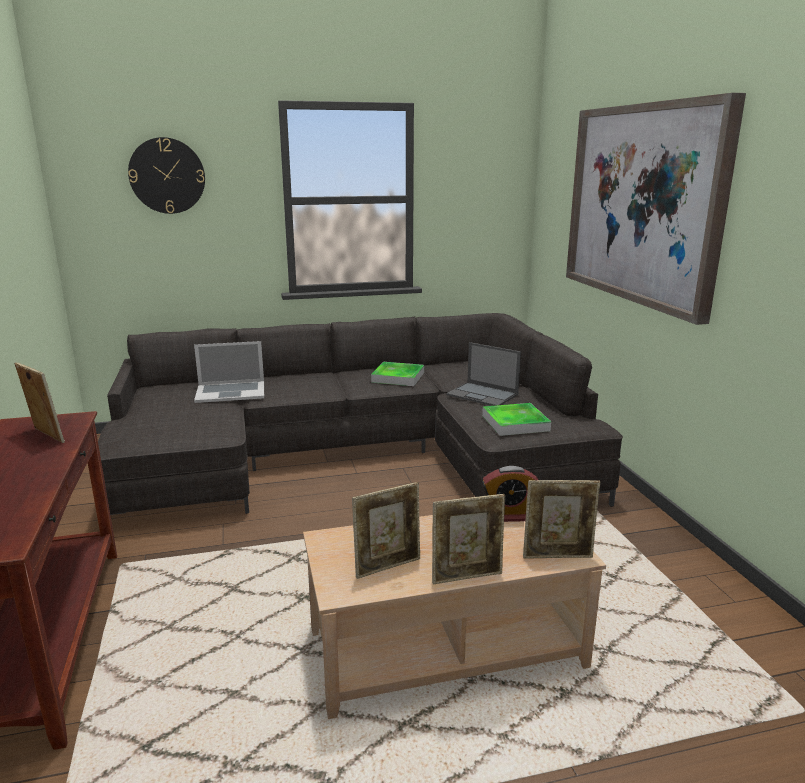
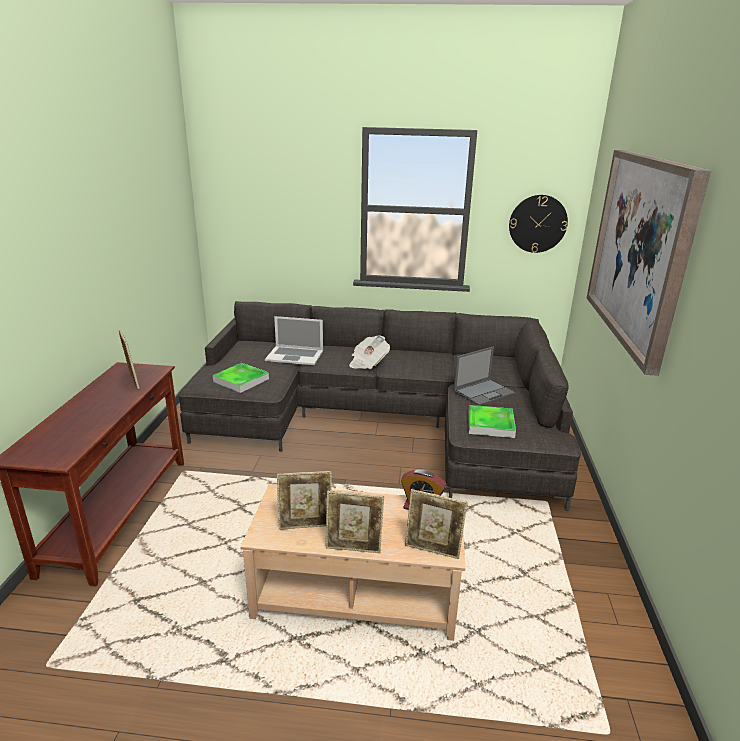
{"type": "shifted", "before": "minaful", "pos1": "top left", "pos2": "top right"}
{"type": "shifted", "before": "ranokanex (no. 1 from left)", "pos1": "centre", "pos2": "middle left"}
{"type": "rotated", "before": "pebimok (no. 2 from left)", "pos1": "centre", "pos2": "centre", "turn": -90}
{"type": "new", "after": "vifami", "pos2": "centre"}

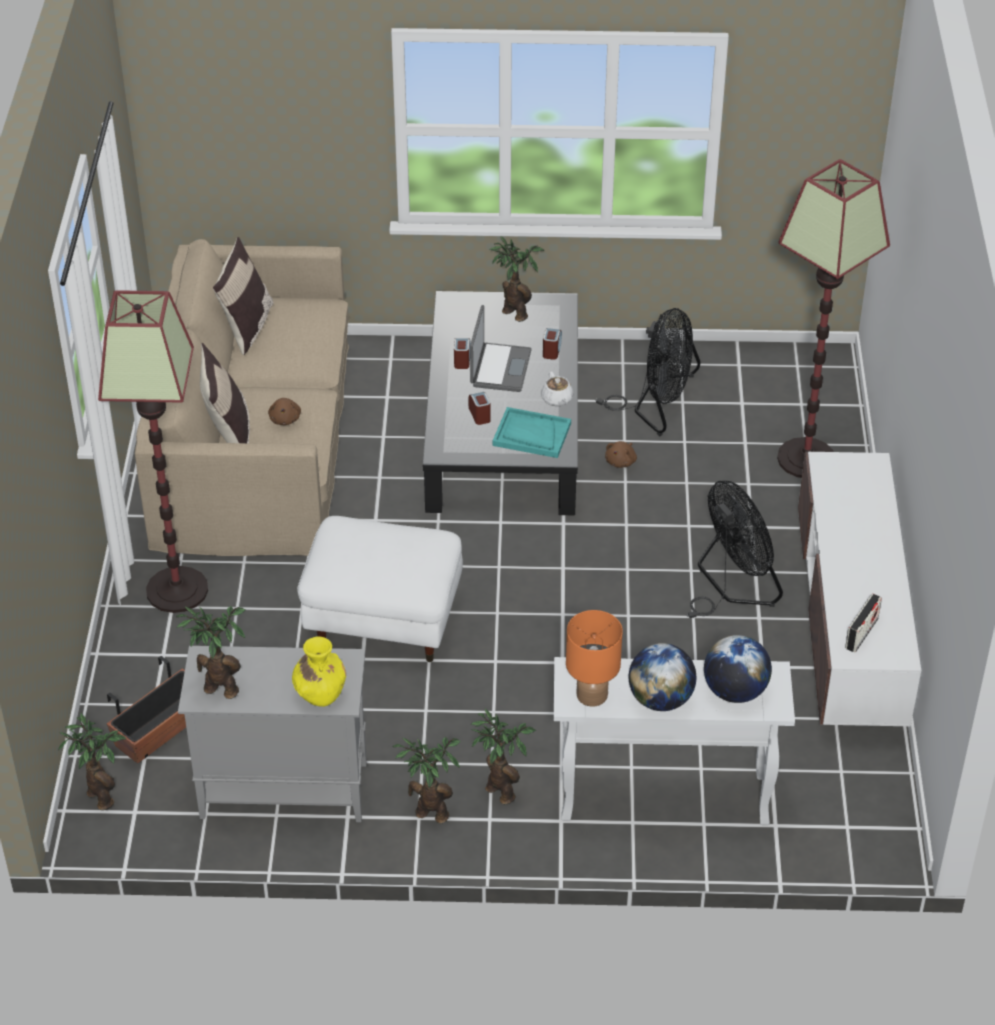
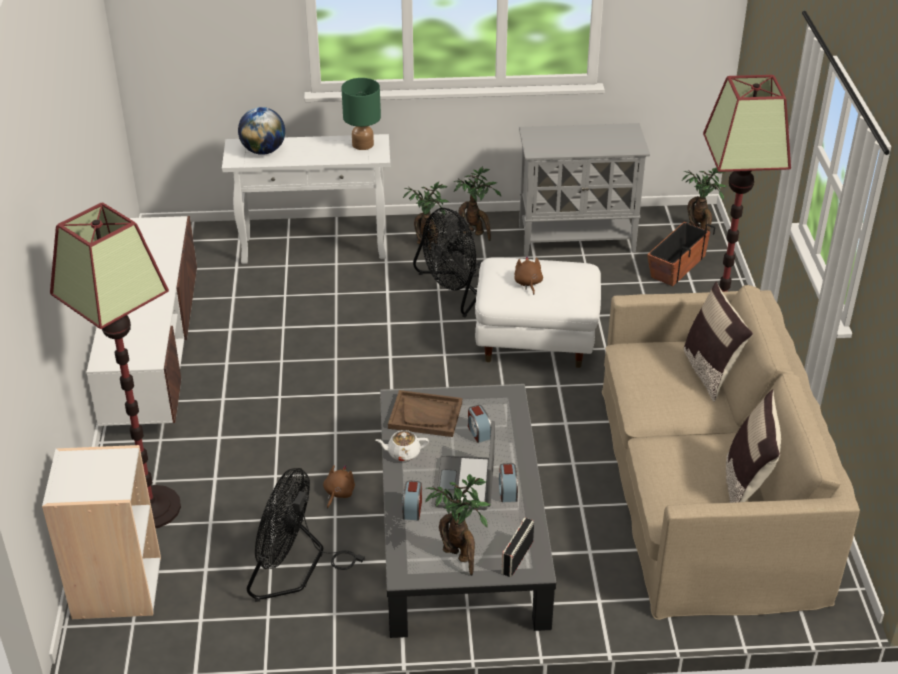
{"type": "gone", "before": "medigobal (no. 2 from left)", "pos1": "middle left"}
{"type": "shifted", "before": "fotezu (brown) (no. 1 from left in the first image)", "after": "fotezu (brown) (no. 2 from left)", "pos1": "middle left", "pos2": "centre"}
{"type": "gone", "before": "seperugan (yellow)", "pos1": "middle left"}
{"type": "repainted", "before": "ranokanex (turquoise)", "after": "ranokanex (brown)", "pos1": "centre", "pos2": "centre"}
{"type": "rotated", "before": "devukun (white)", "pos1": "centre", "pos2": "centre", "turn": -75}
{"type": "repainted", "before": "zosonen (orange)", "after": "zosonen (green)", "pos1": "centre", "pos2": "top centre"}
{"type": "gone", "before": "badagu (no. 1 from left)", "pos1": "centre"}
{"type": "shifted", "before": "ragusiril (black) (no. 2 from left)", "pos1": "middle right", "pos2": "centre"}
{"type": "shifted", "before": "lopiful", "pos1": "middle right", "pos2": "bottom centre"}
{"type": "new", "after": "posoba", "pos2": "bottom left"}

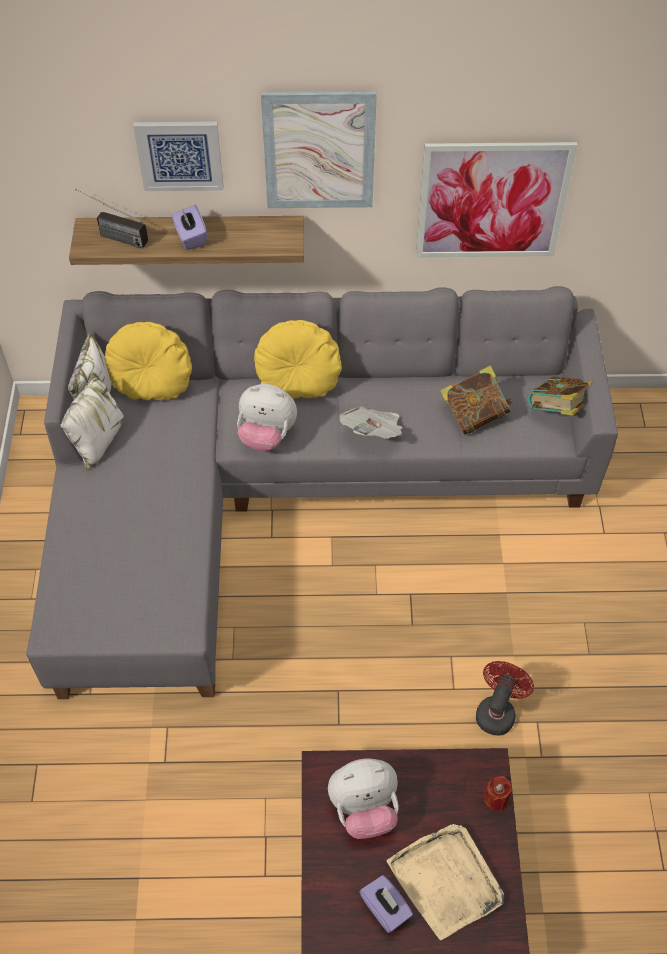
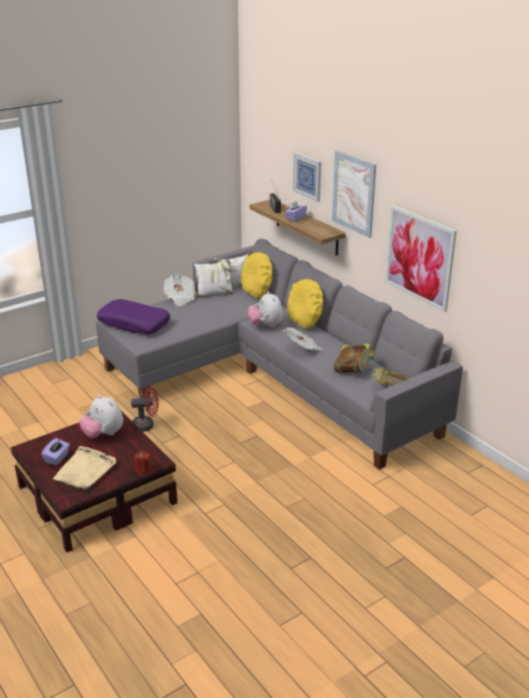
{"type": "shifted", "before": "ragusiril (red)", "pos1": "bottom right", "pos2": "middle left"}
{"type": "new", "after": "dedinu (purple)", "pos2": "middle left"}
{"type": "new", "after": "vifami (no. 1 from left)", "pos2": "centre"}

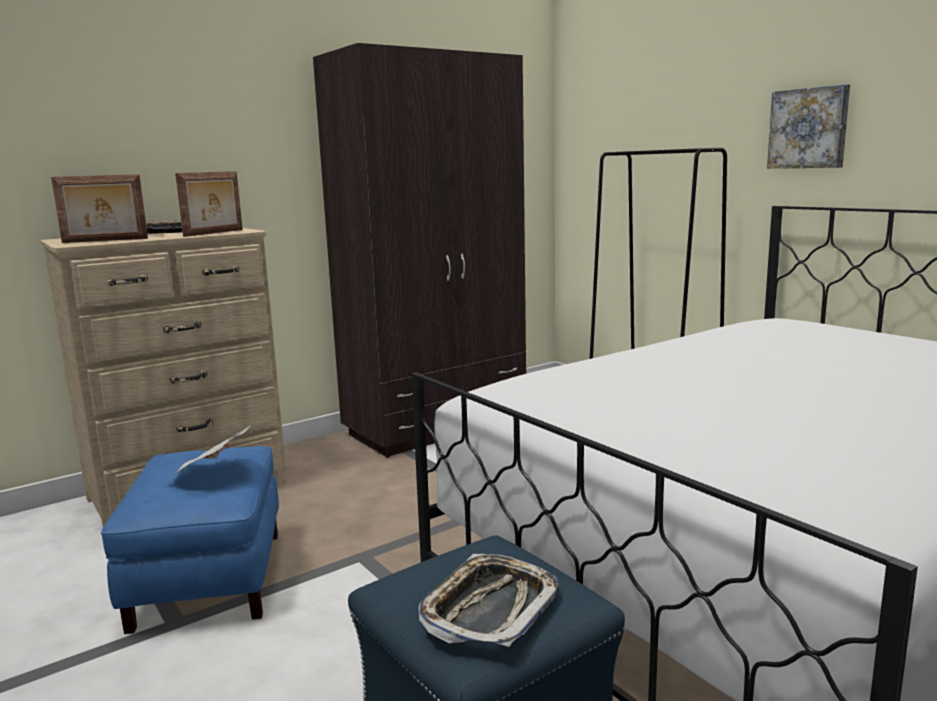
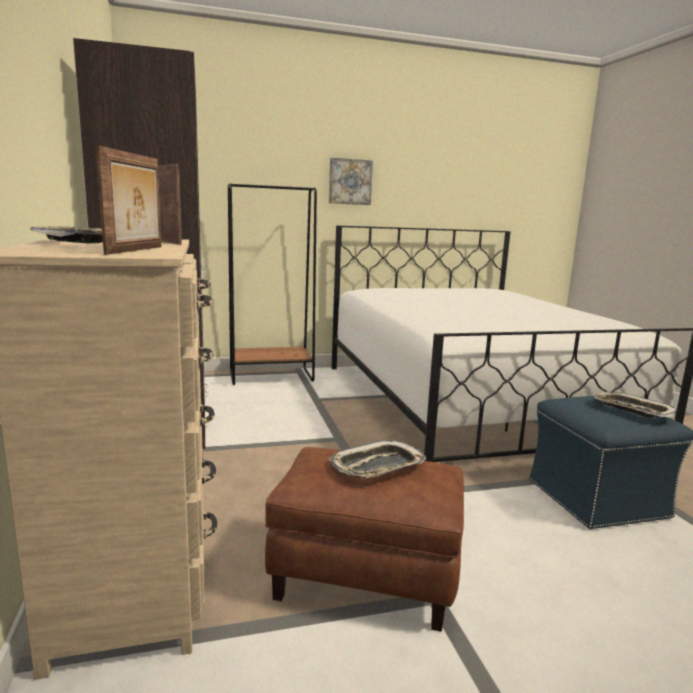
{"type": "repainted", "before": "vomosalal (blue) (no. 1 from left)", "after": "vomosalal (brown)", "pos1": "bottom left", "pos2": "bottom centre"}
{"type": "swapped", "before": "vifami", "after": "ranokanex (no. 2 from left)", "pos1": "middle left", "pos2": "centre"}

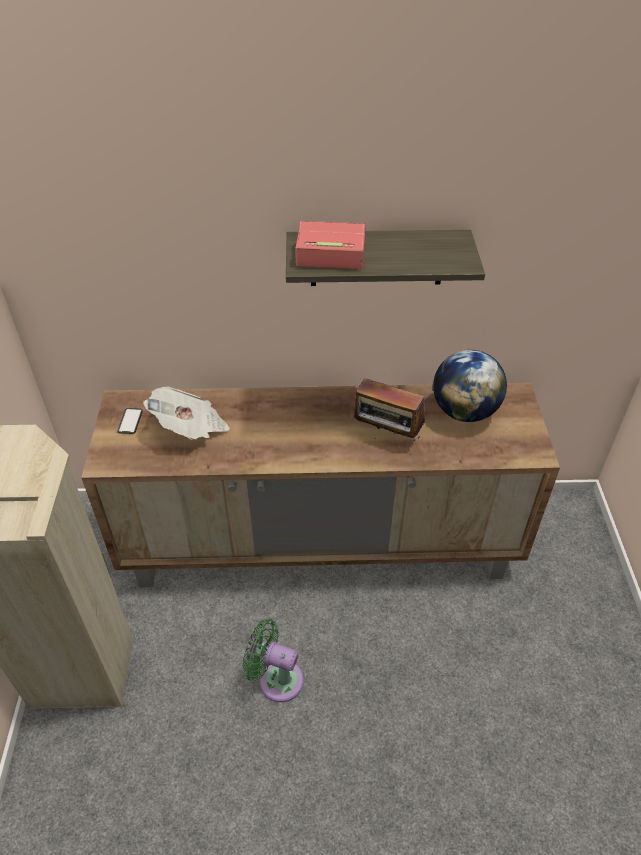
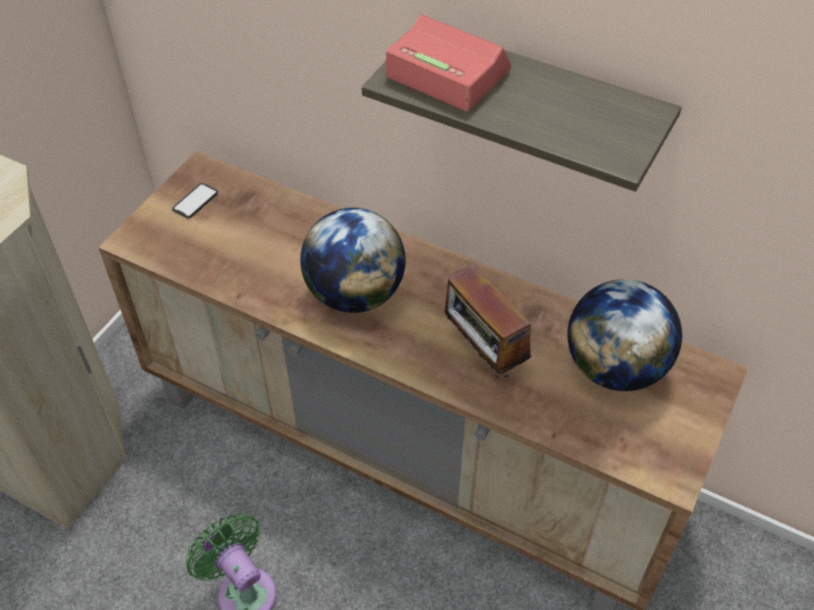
{"type": "gone", "before": "vifami", "pos1": "middle left"}
{"type": "new", "after": "badagu (no. 1 from left)", "pos2": "centre"}

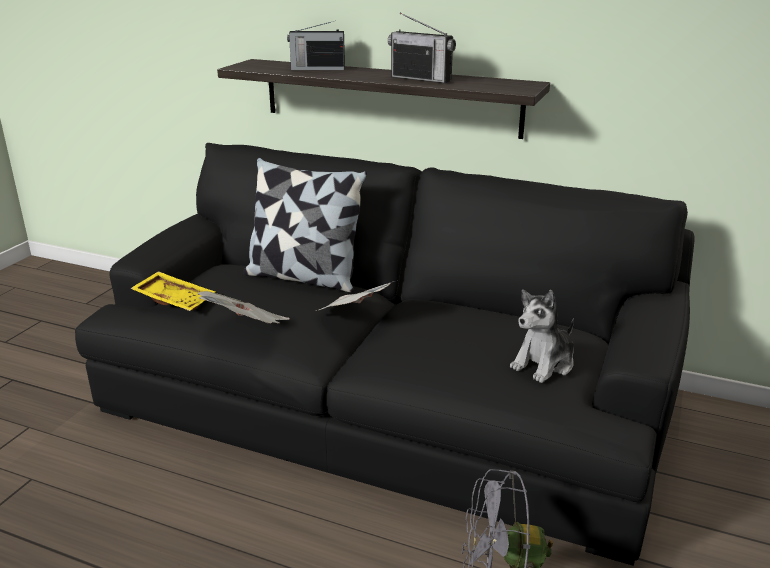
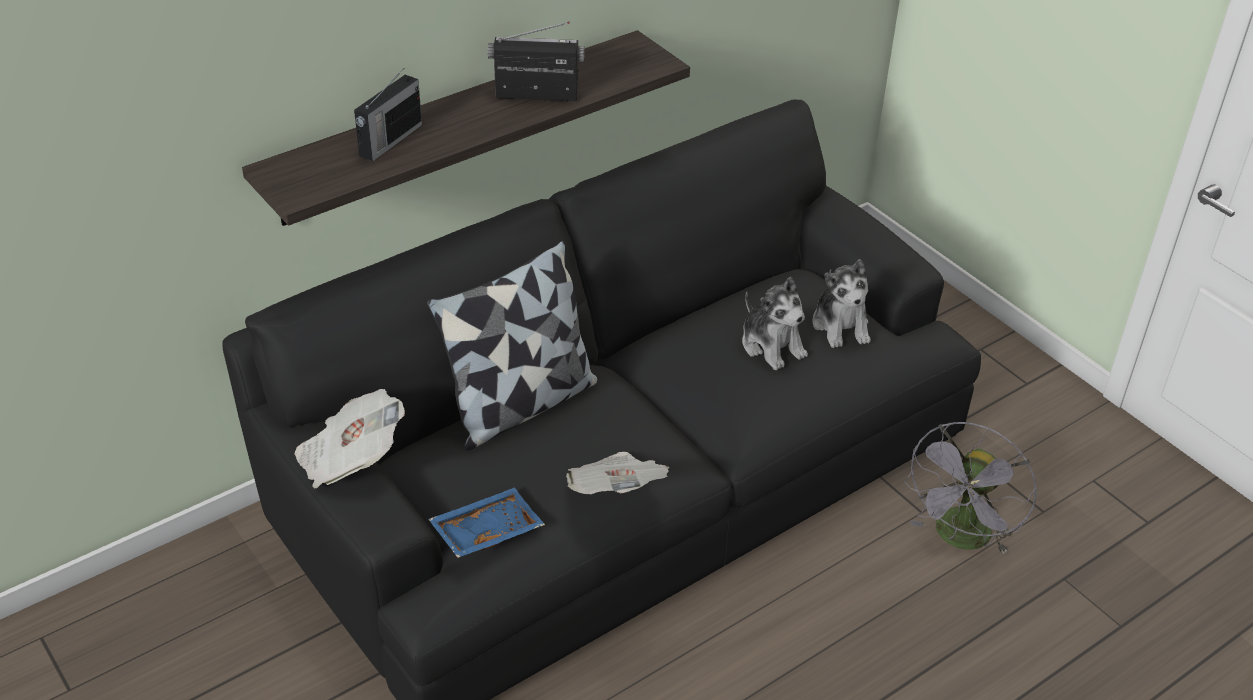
{"type": "repainted", "before": "ranokanex (yellow)", "after": "ranokanex (blue)", "pos1": "middle left", "pos2": "bottom centre"}
{"type": "shifted", "before": "vifami (no. 2 from left in the first image)", "after": "vifami (no. 1 from left)", "pos1": "centre", "pos2": "middle left"}
{"type": "rotated", "before": "lopiful (no. 2 from left)", "pos1": "top centre", "pos2": "top centre", "turn": -150}
{"type": "new", "after": "fotezu (no. 1 from left)", "pos2": "centre"}

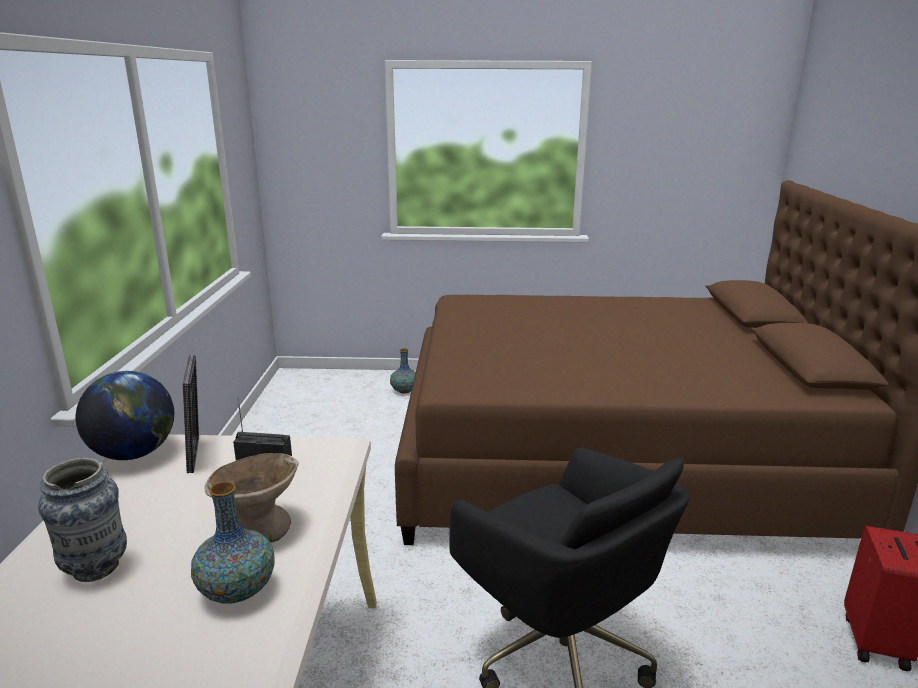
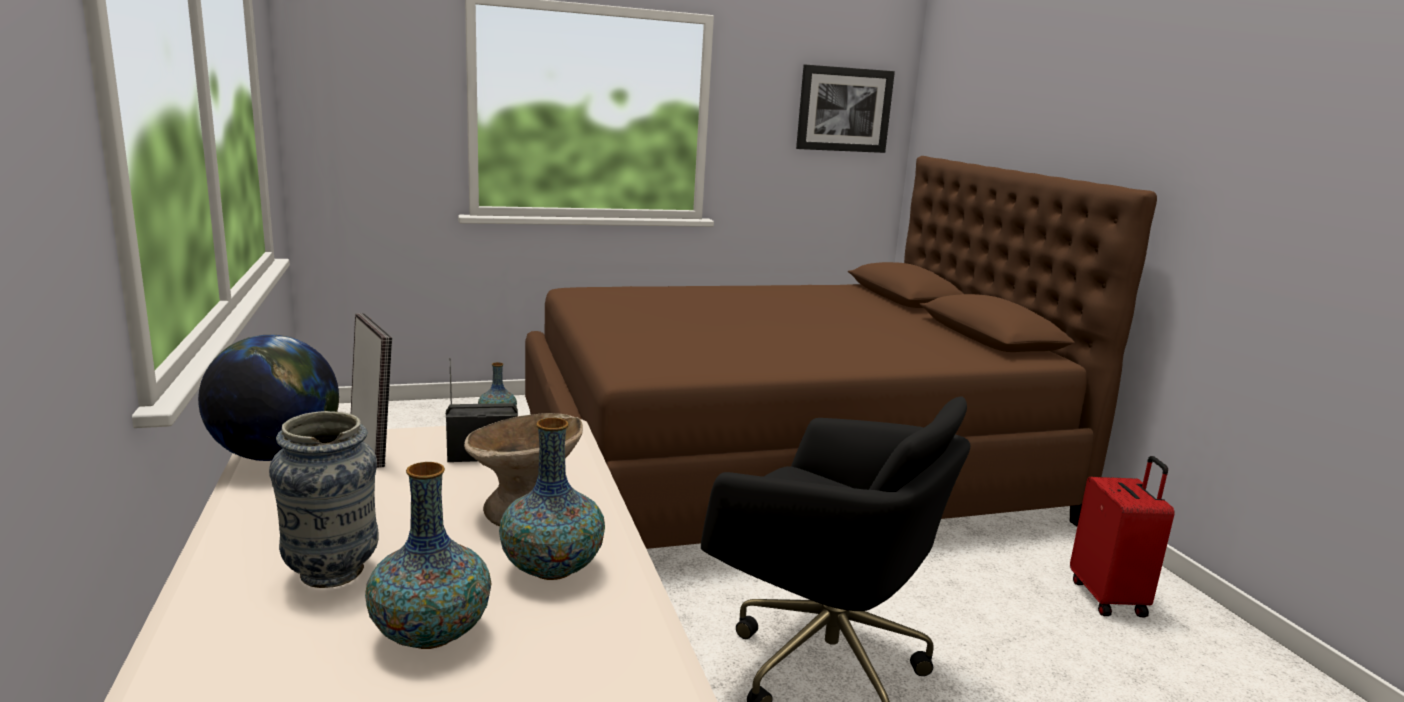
{"type": "new", "after": "seperugan (no. 2 from left)", "pos2": "bottom left"}
{"type": "new", "after": "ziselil", "pos2": "top centre"}

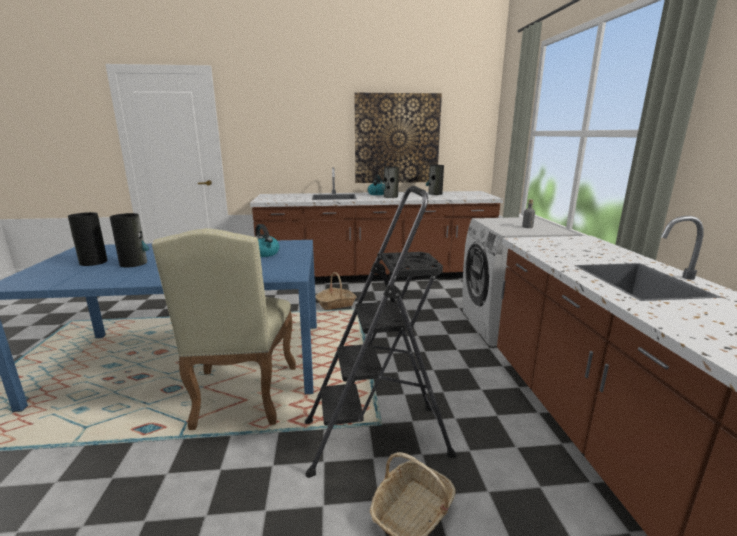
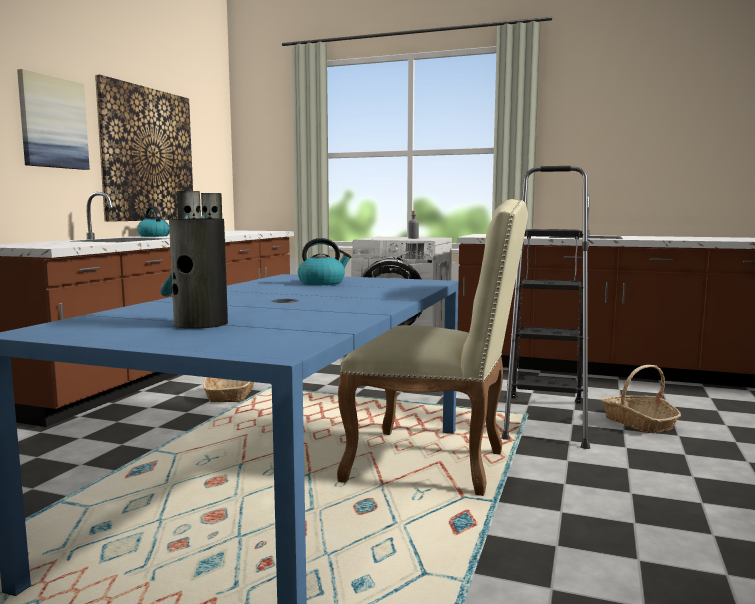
{"type": "gone", "before": "seperugan (no. 2 from left)", "pos1": "middle left"}
{"type": "new", "after": "ziselil (no. 1 from left)", "pos2": "top left"}

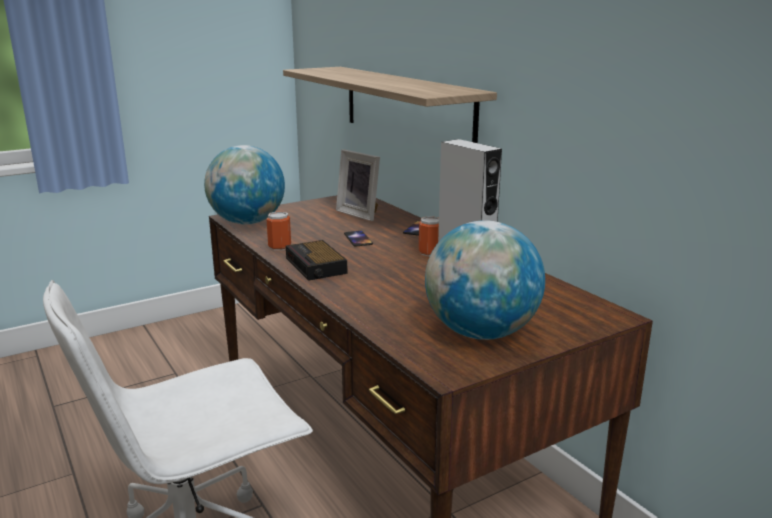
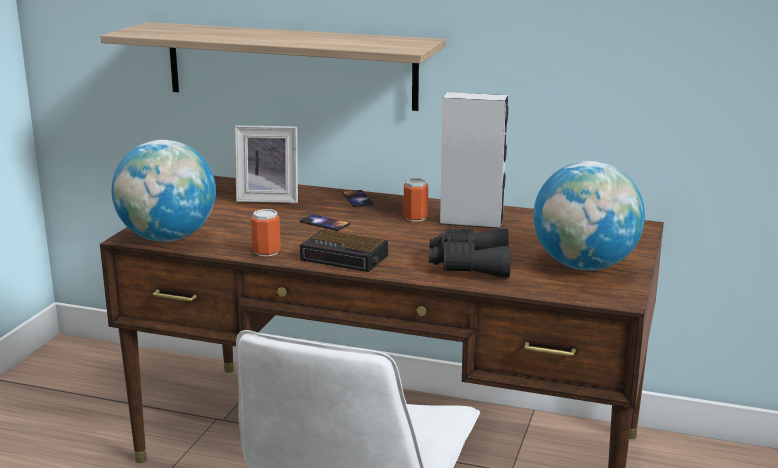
{"type": "new", "after": "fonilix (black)", "pos2": "centre"}

